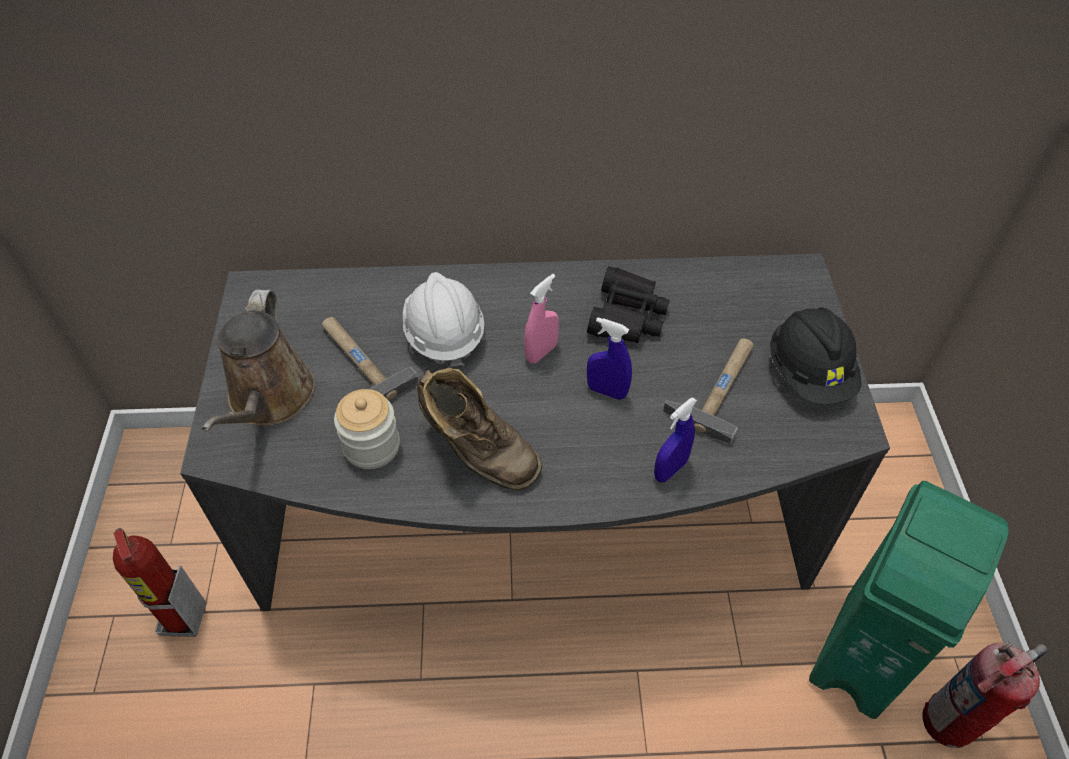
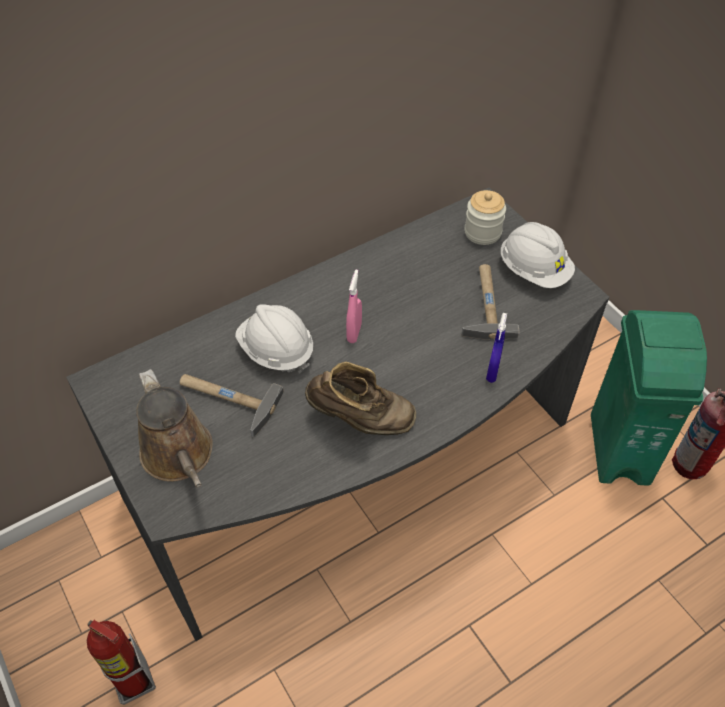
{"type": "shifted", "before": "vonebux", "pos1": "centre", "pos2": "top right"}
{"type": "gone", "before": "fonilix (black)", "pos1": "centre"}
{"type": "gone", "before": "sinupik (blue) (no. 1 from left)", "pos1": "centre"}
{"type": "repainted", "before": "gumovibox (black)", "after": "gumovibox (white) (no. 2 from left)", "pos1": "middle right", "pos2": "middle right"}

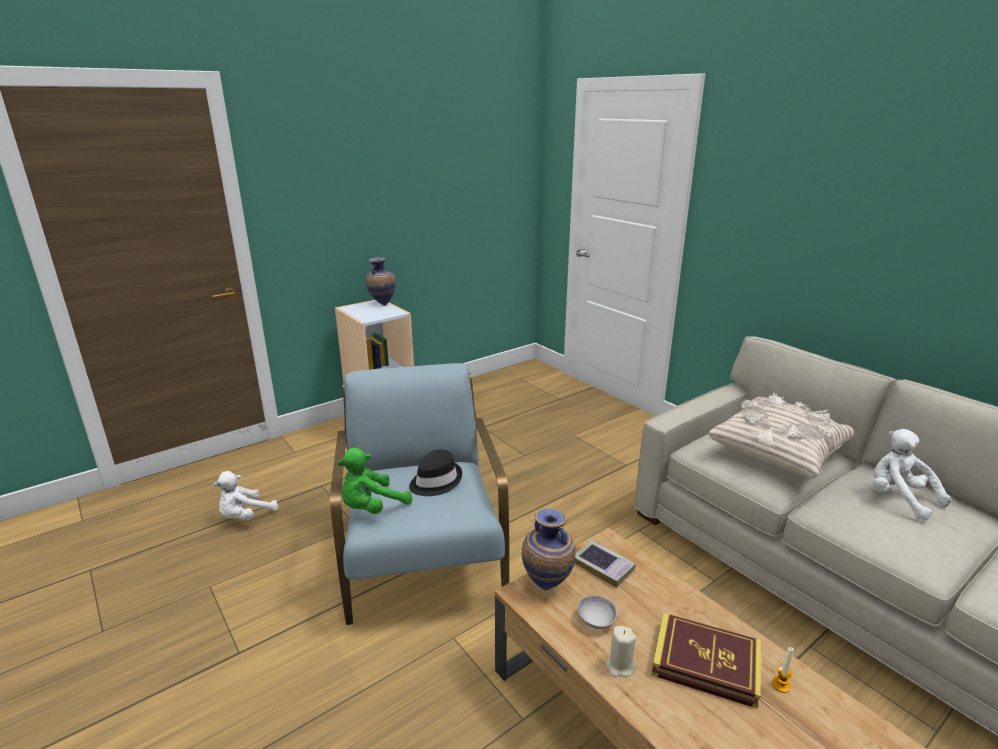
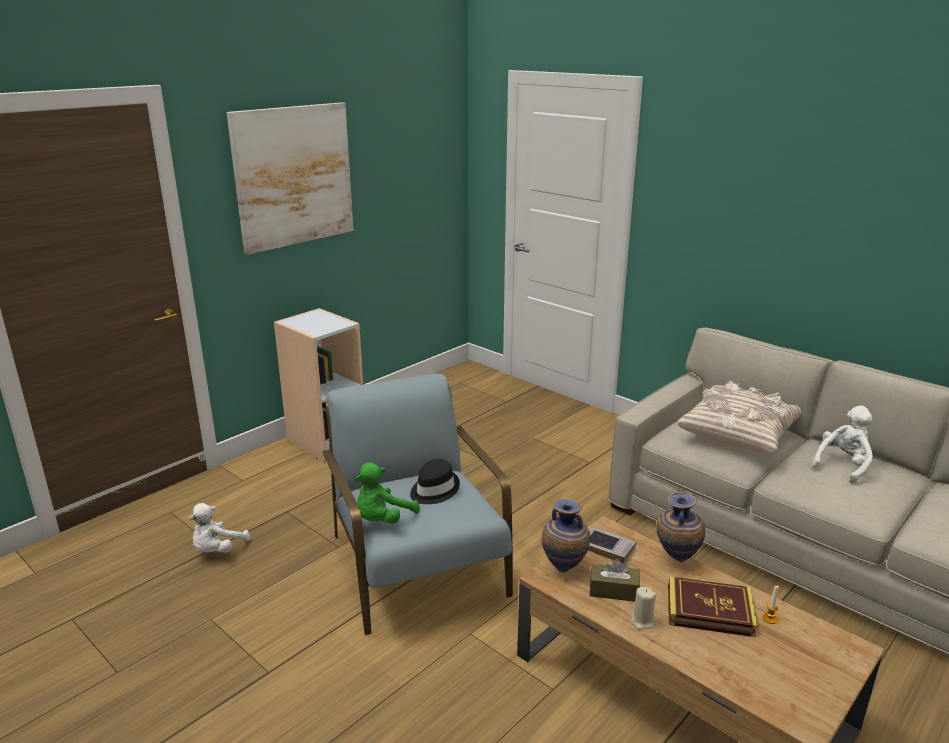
{"type": "shifted", "before": "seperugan (no. 1 from left in the first image)", "after": "seperugan (no. 2 from left)", "pos1": "centre", "pos2": "bottom right"}
{"type": "swapped", "before": "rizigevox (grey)", "after": "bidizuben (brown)", "pos1": "bottom centre", "pos2": "bottom centre"}
{"type": "rotated", "before": "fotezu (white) (no. 2 from left)", "pos1": "middle right", "pos2": "middle right", "turn": 90}
{"type": "new", "after": "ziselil", "pos2": "top left"}

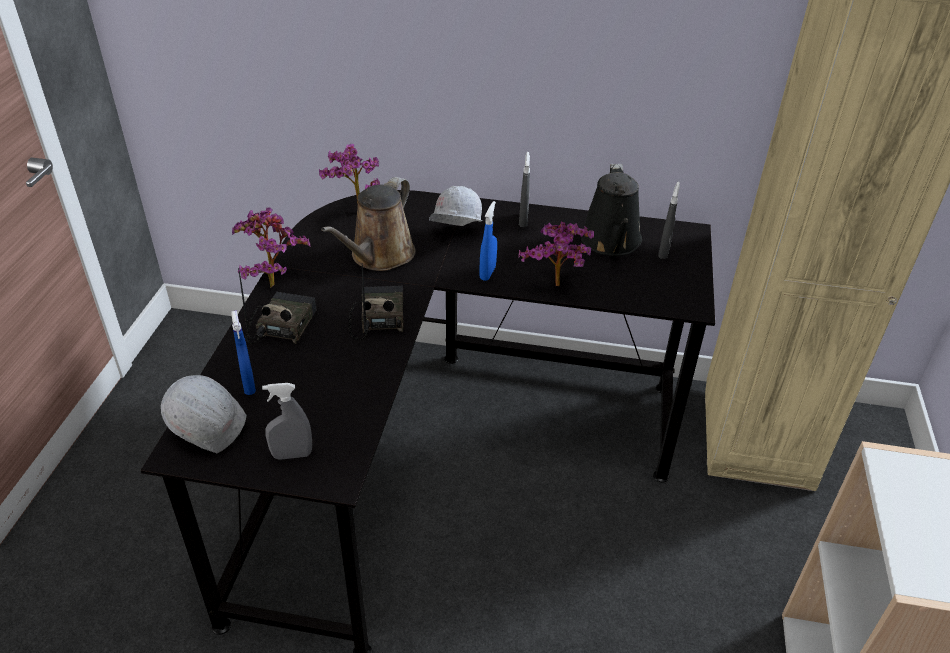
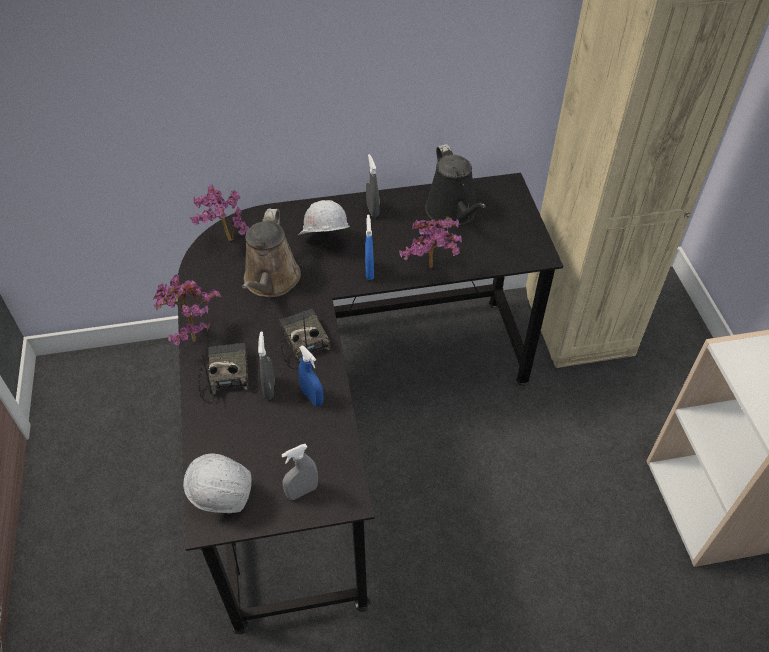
{"type": "shifted", "before": "sinupik (blue) (no. 1 from left)", "pos1": "middle left", "pos2": "centre"}
{"type": "shifted", "before": "sinupik (grey) (no. 3 from left in the first image)", "after": "sinupik (grey) (no. 1 from left)", "pos1": "middle right", "pos2": "centre"}

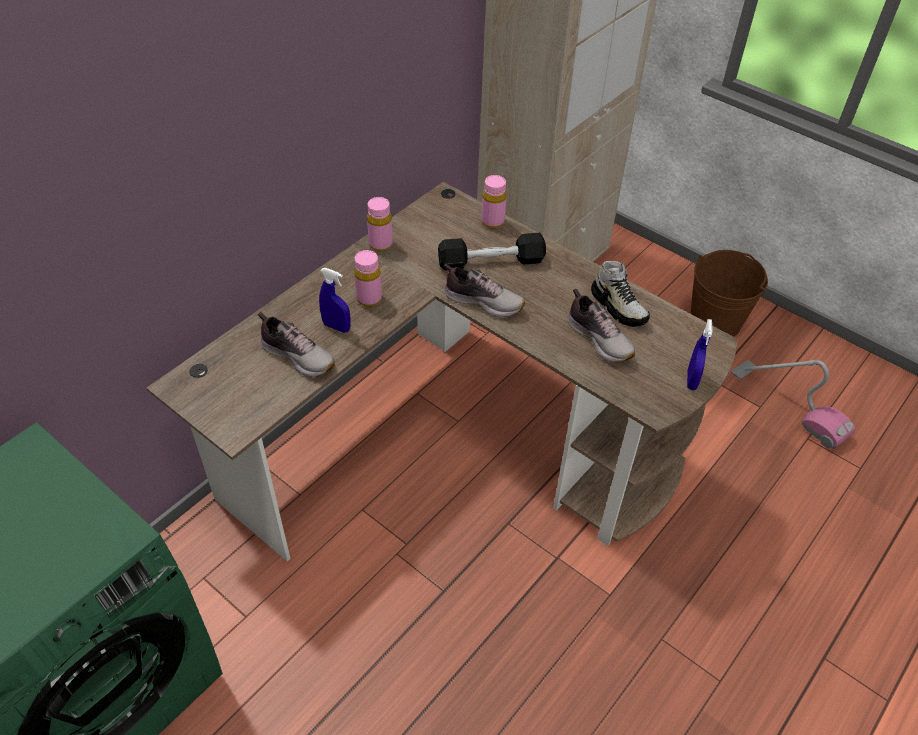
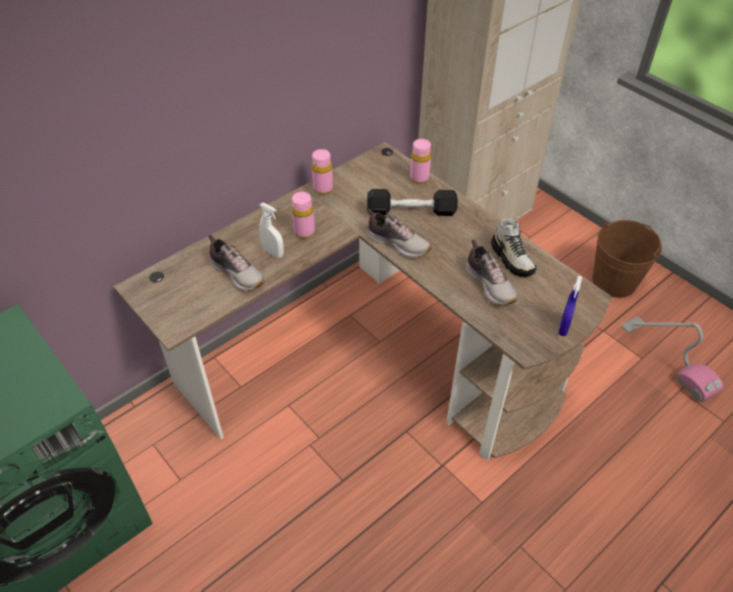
{"type": "repainted", "before": "sinupik (blue) (no. 1 from left)", "after": "sinupik (white)", "pos1": "centre", "pos2": "centre"}

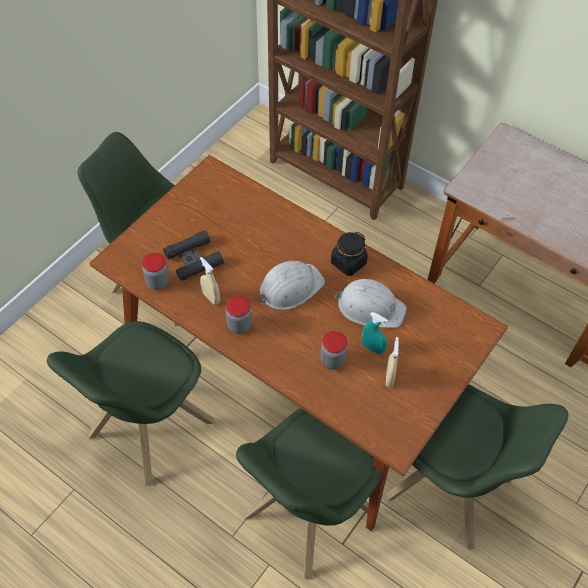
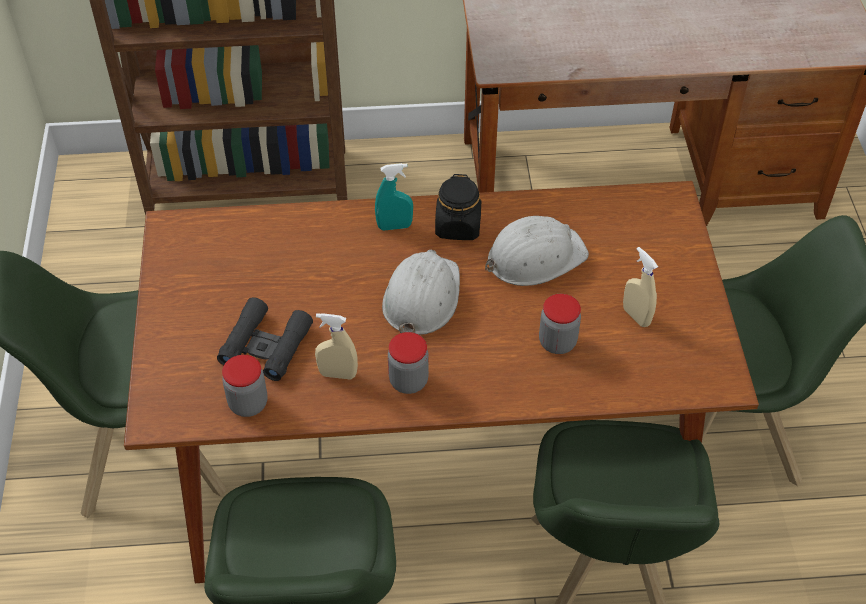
{"type": "shifted", "before": "sinupik (turquoise)", "pos1": "centre", "pos2": "top centre"}

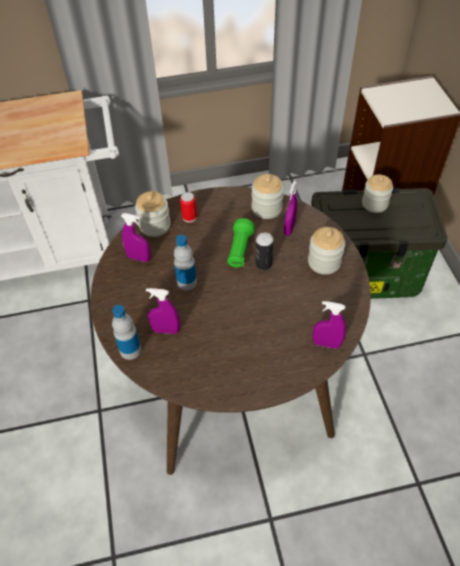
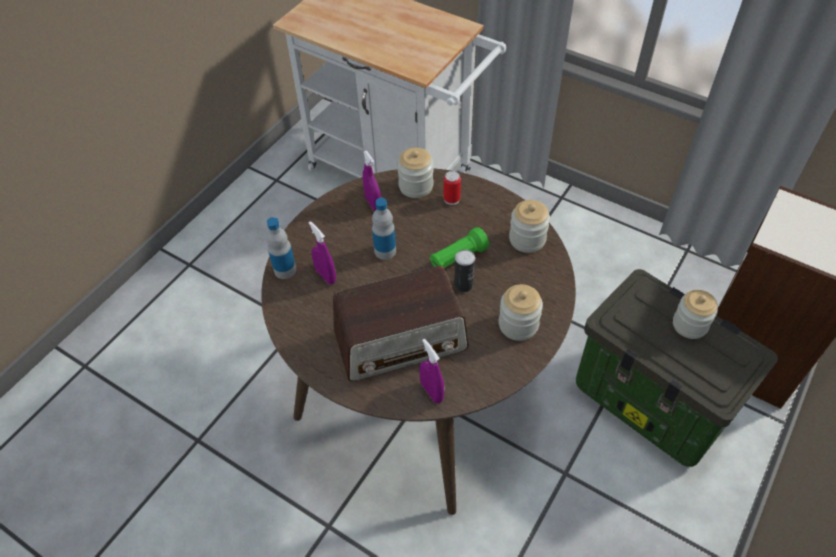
{"type": "gone", "before": "sinupik (purple) (no. 3 from left)", "pos1": "centre"}
{"type": "new", "after": "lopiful", "pos2": "centre"}

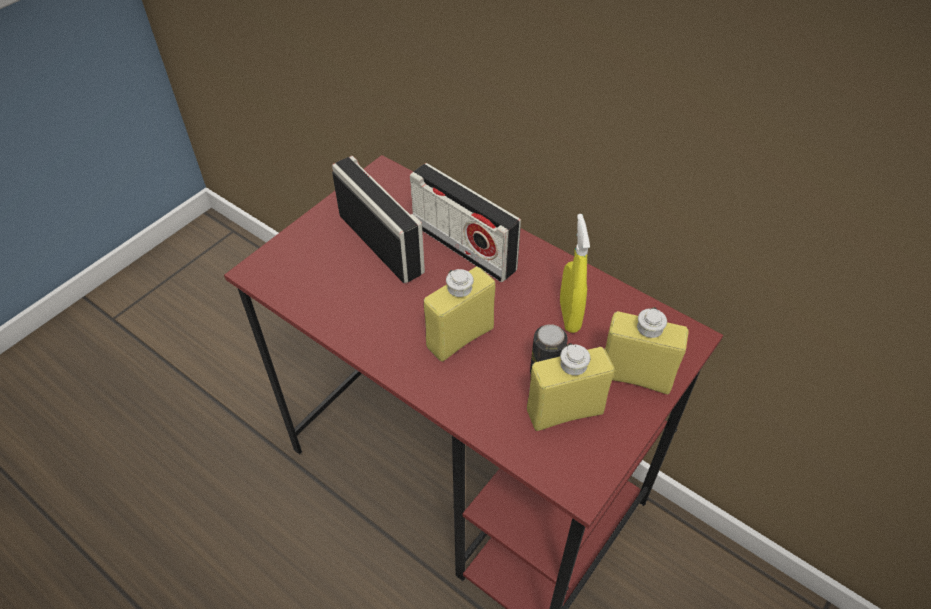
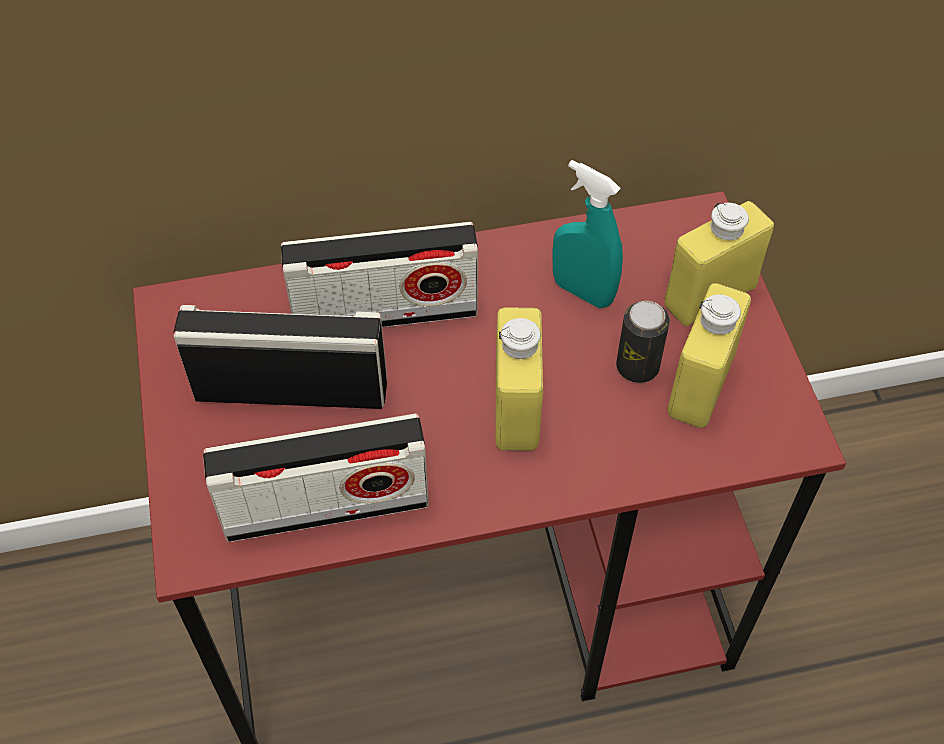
{"type": "repainted", "before": "sinupik (yellow)", "after": "sinupik (turquoise)", "pos1": "centre", "pos2": "top centre"}
{"type": "new", "after": "lopiful (no. 2 from left)", "pos2": "centre"}

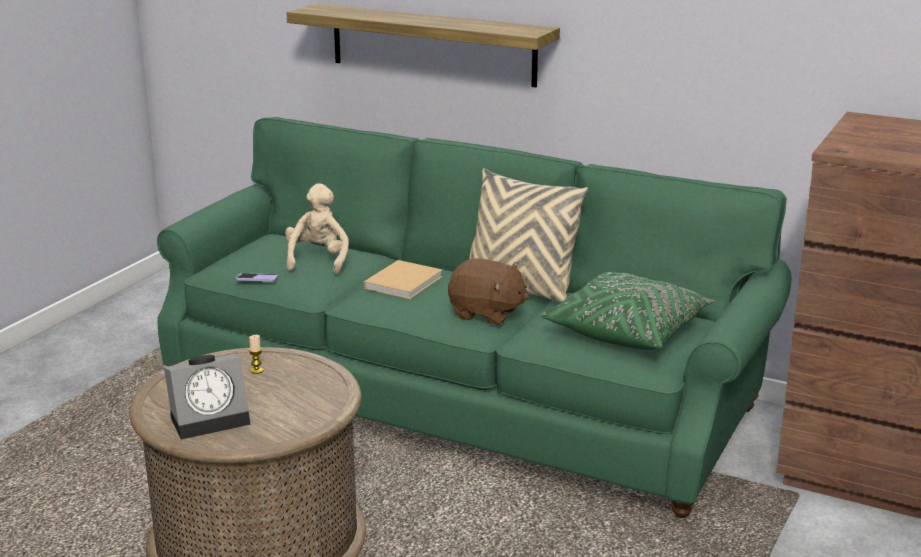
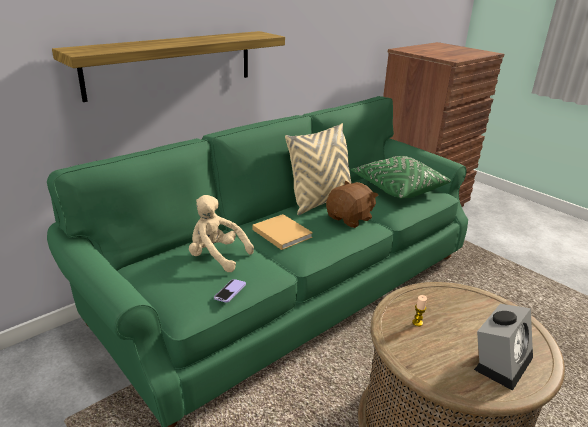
{"type": "rotated", "before": "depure", "pos1": "bottom left", "pos2": "bottom right", "turn": 45}

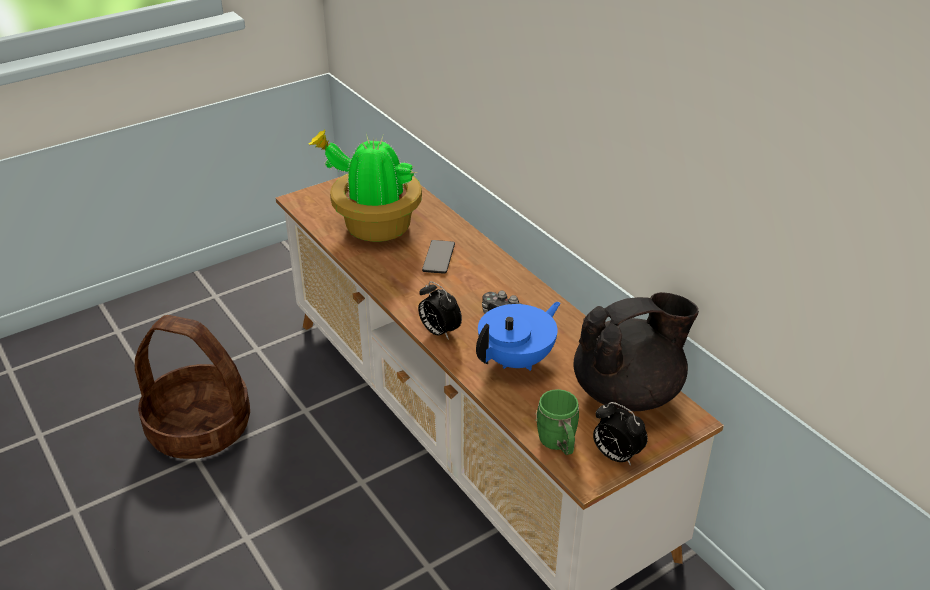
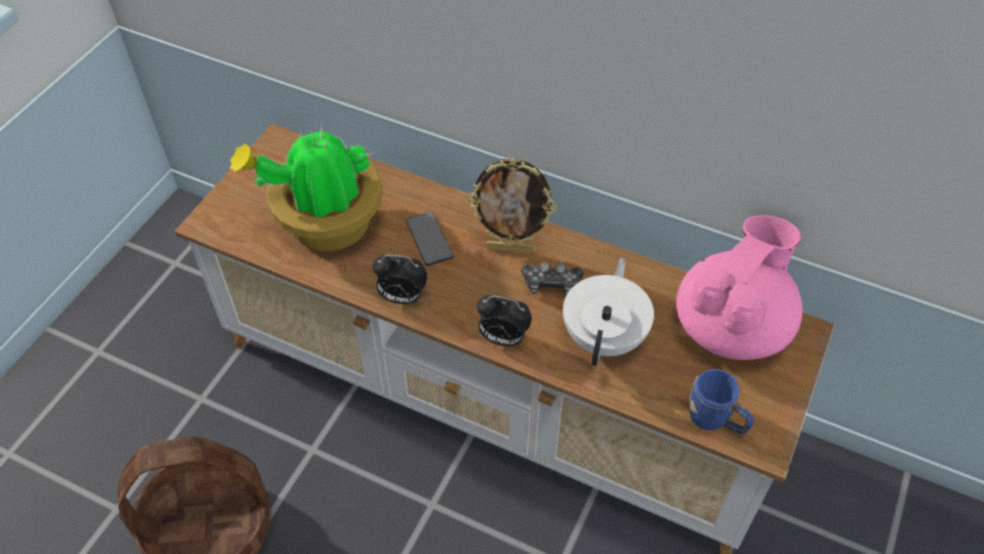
{"type": "repainted", "before": "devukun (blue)", "after": "devukun (white)", "pos1": "centre", "pos2": "centre"}
{"type": "repainted", "before": "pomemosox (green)", "after": "pomemosox (blue)", "pos1": "bottom centre", "pos2": "bottom right"}
{"type": "repainted", "before": "devukun (black)", "after": "devukun (pink)", "pos1": "middle right", "pos2": "middle right"}
{"type": "shifted", "before": "depure (no. 2 from left in the first image)", "after": "depure (no. 1 from left)", "pos1": "bottom right", "pos2": "centre"}
{"type": "new", "after": "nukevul", "pos2": "centre"}

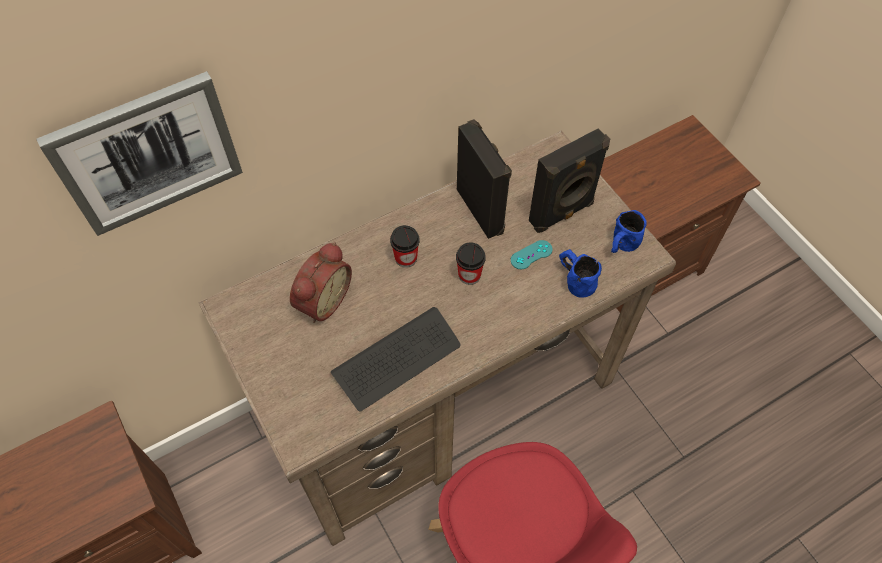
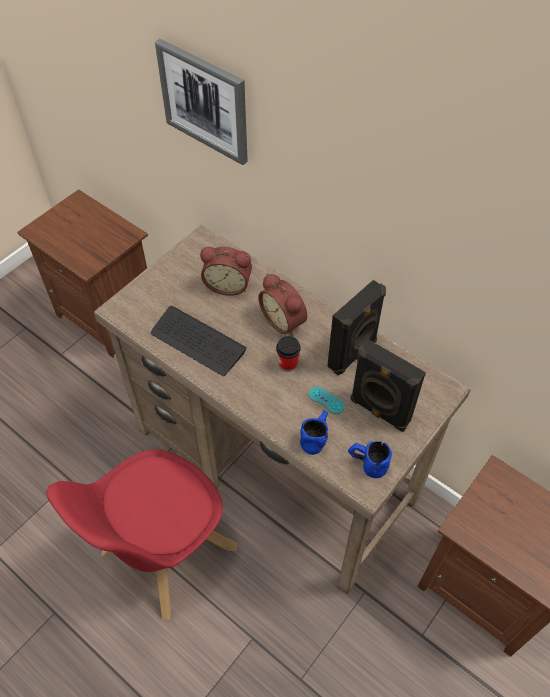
{"type": "swapped", "before": "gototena (no. 1 from left)", "after": "depure (no. 2 from left)", "pos1": "centre", "pos2": "centre"}

